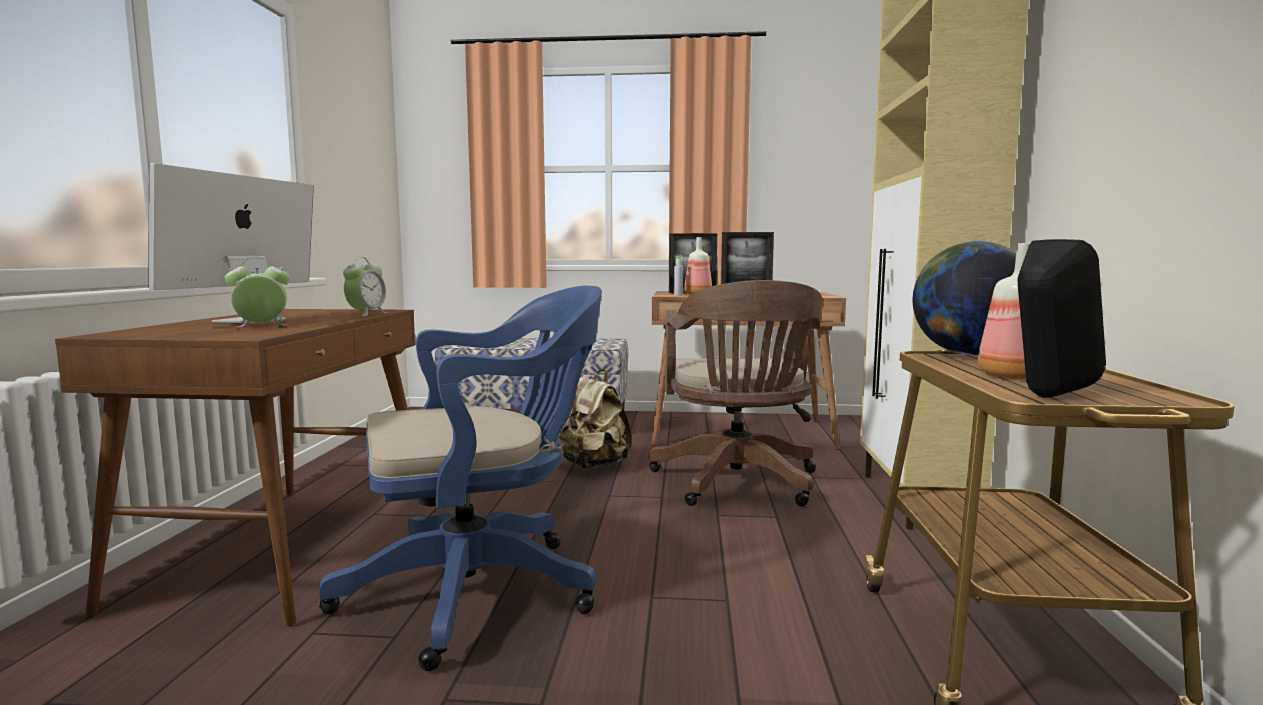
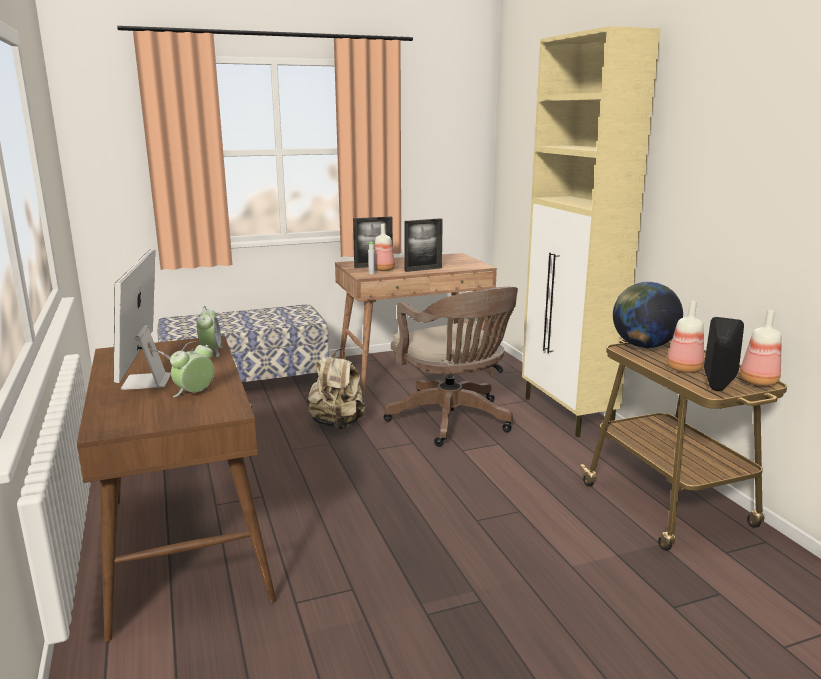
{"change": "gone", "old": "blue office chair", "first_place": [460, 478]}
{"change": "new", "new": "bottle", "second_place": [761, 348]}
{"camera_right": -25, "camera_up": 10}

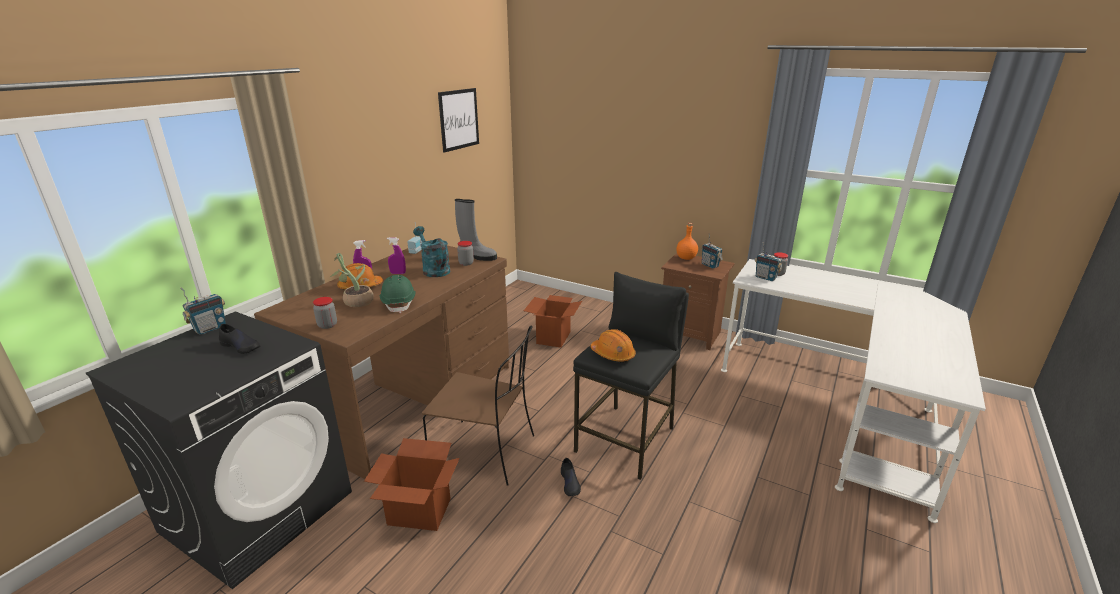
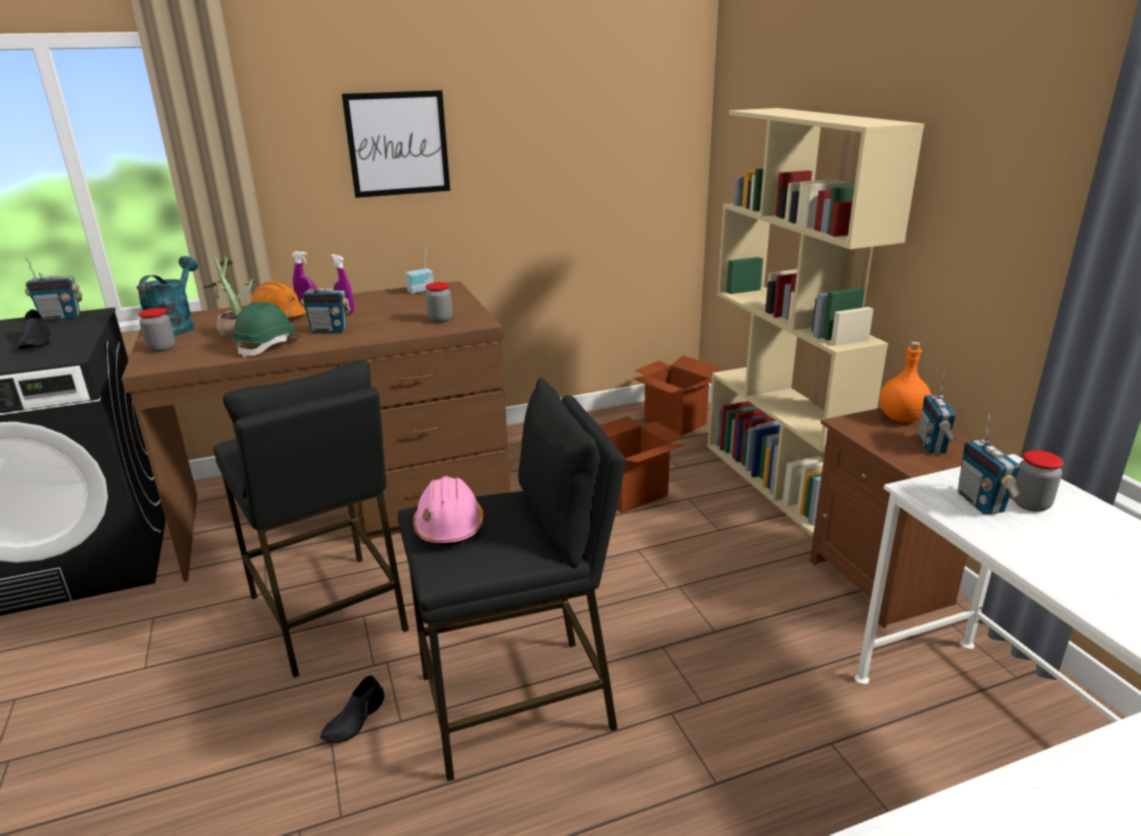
{"change": "gone", "old": "grey boot", "first_place": [476, 230]}
{"change": "new", "new": "radio", "second_place": [326, 301]}
{"change": "new", "new": "beige bookcase", "second_place": [816, 321]}
{"change": "shifted", "old": "cardboard box", "first_place": [412, 484], "second_place": [676, 396]}
{"change": "shifted", "old": "turquoise watering can", "first_place": [432, 251], "second_place": [167, 296]}
{"change": "shifted", "old": "picture", "first_place": [458, 120], "second_place": [396, 144]}
{"change": "swapped", "old": "brown chair", "new": "black stool", "first_place": [478, 405], "second_place": [311, 519]}
{"change": "repainted", "old": "orange hard hat", "new": "pink hard hat", "first_place": [613, 346], "second_place": [448, 511]}
{"camera_right": 40, "camera_up": 0}

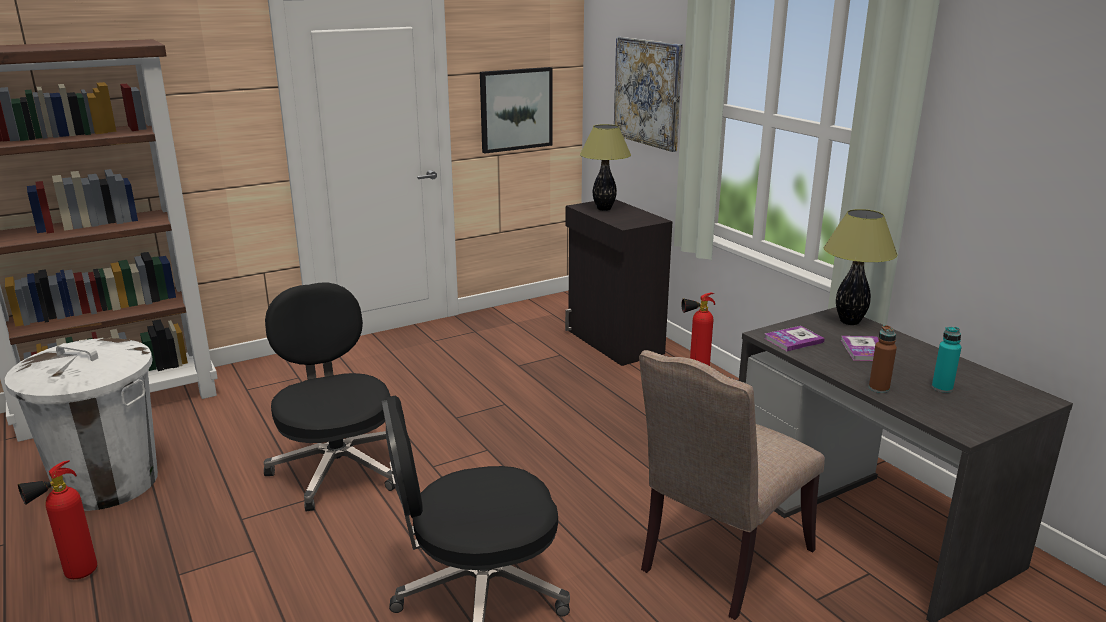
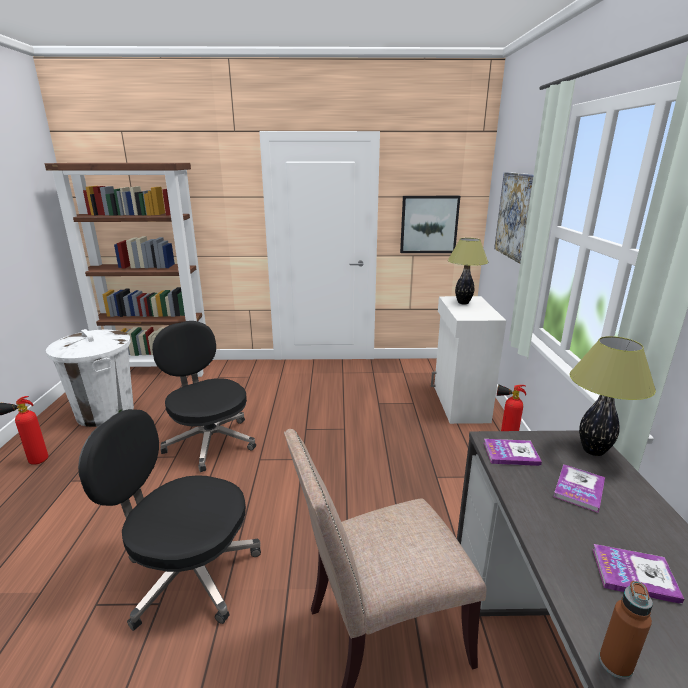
{"change": "shifted", "old": "brown bottle", "first_place": [883, 359], "second_place": [626, 630]}
{"change": "swapped", "old": "turquoise bottle", "new": "book", "first_place": [946, 360], "second_place": [638, 574]}
{"change": "repainted", "old": "black cabinet", "new": "white cabinet", "first_place": [619, 282], "second_place": [468, 360]}
{"change": "rotated", "old": "black office chair", "first_place": [329, 397], "second_place": [204, 396], "degrees": -45}
{"camera_right": 30, "camera_up": 0}

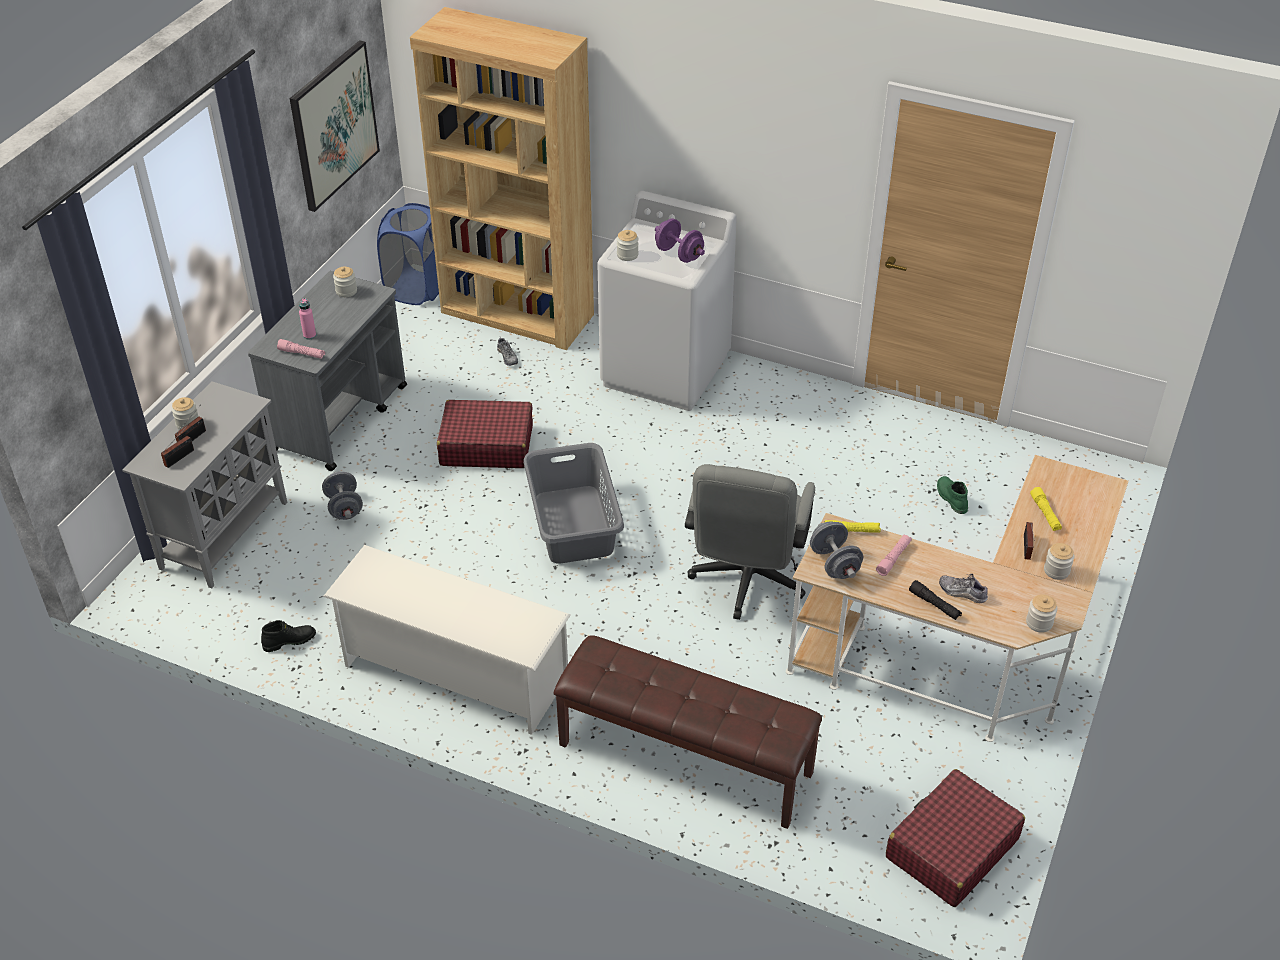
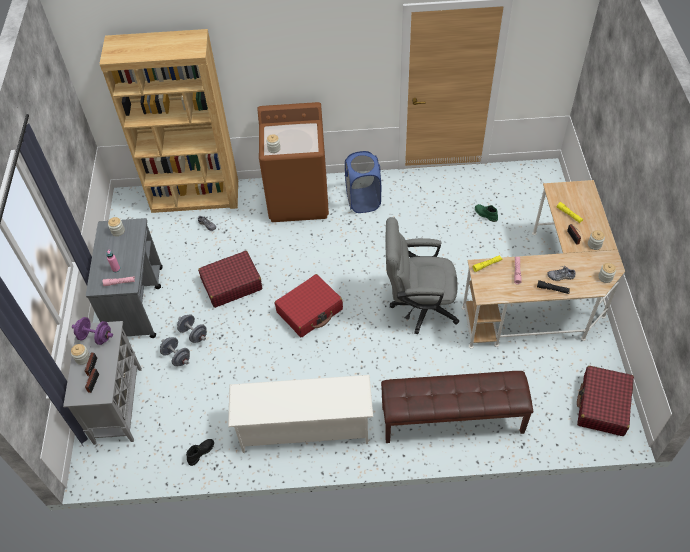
{"change": "gone", "old": "picture", "first_place": [335, 126]}
{"change": "shifted", "old": "blue laundry basket", "first_place": [408, 254], "second_place": [363, 182]}
{"change": "shifted", "old": "purple dumbbell", "first_place": [680, 240], "second_place": [92, 331]}
{"change": "shifted", "old": "grey dumbbell", "first_place": [836, 550], "second_place": [192, 328]}
{"change": "swapped", "old": "grey laundry basket", "new": "red suitcase", "first_place": [573, 503], "second_place": [309, 305]}
{"change": "repainted", "old": "white washing machine", "new": "brown washing machine", "first_place": [667, 301], "second_place": [293, 162]}
{"change": "rotated", "old": "grey office chair", "first_place": [750, 542], "second_place": [422, 275], "degrees": 105}
{"camera_right": -25, "camera_up": 10}

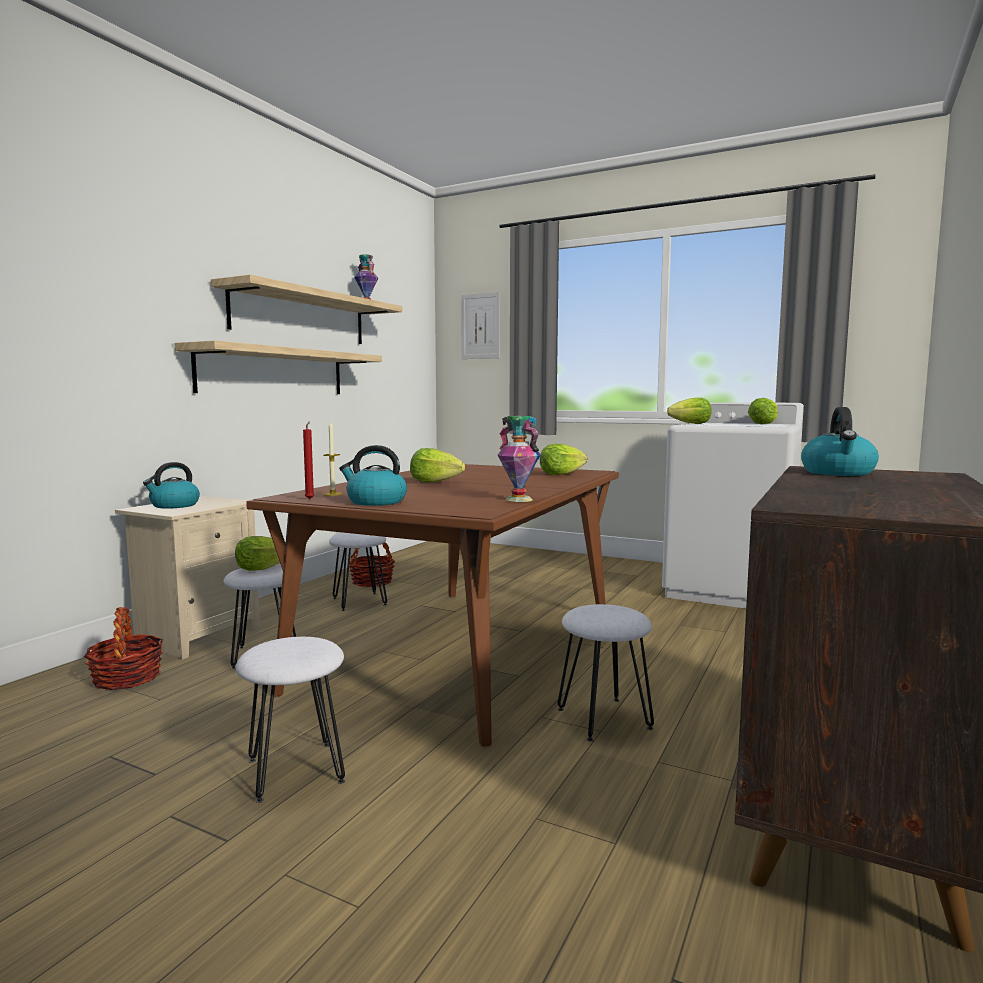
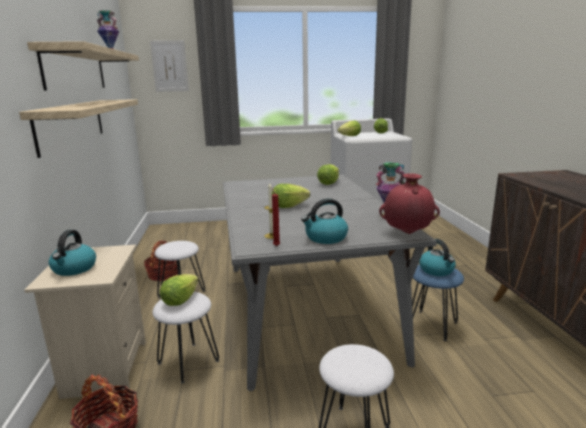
{"change": "new", "new": "red vase", "second_place": [409, 203]}
{"change": "shifted", "old": "kettle", "first_place": [840, 441], "second_place": [437, 257]}
{"change": "repainted", "old": "brown dining table", "new": "grey dining table", "first_place": [432, 605], "second_place": [330, 283]}
{"change": "repainted", "old": "white stool", "new": "blue stool", "first_place": [606, 672], "second_place": [438, 302]}
{"camera_right": -35, "camera_up": 10}

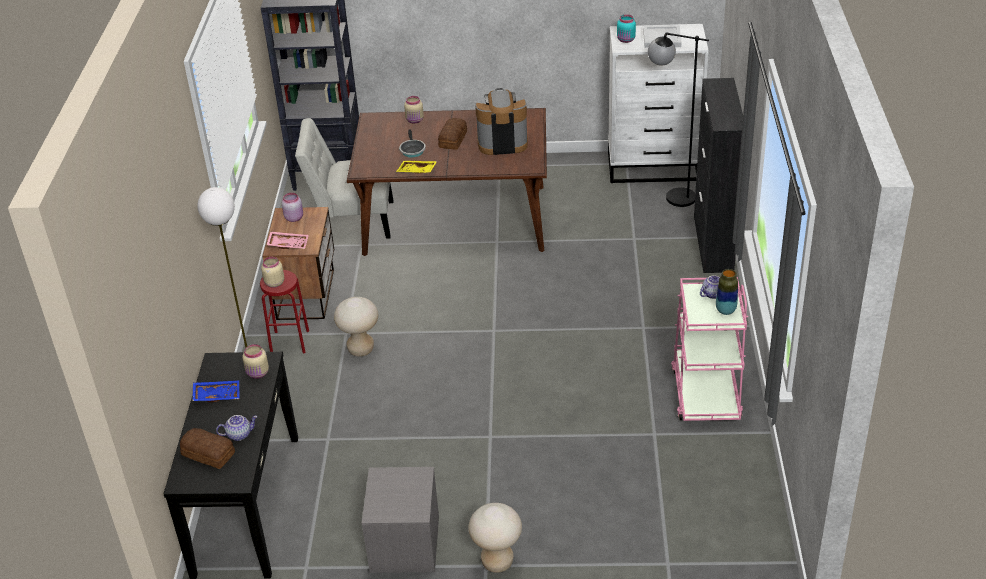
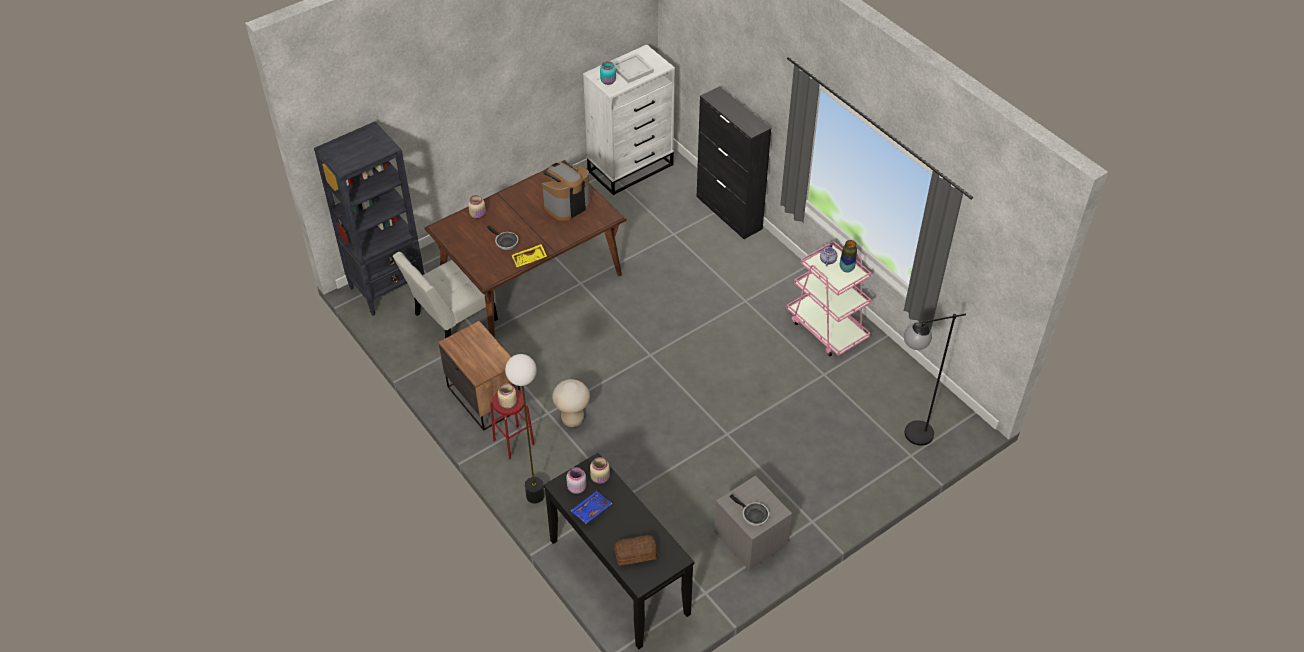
{"change": "gone", "old": "teapot", "first_place": [236, 428]}
{"change": "gone", "old": "pink tray", "first_place": [287, 240]}
{"change": "gone", "old": "bread", "first_place": [452, 134]}
{"change": "gone", "old": "beige stool", "first_place": [495, 538]}
{"change": "new", "new": "frying pan", "second_place": [749, 510]}
{"change": "shifted", "old": "pink jar", "first_place": [292, 207], "second_place": [576, 480]}
{"change": "shifted", "old": "black floor lamp", "first_place": [678, 120], "second_place": [935, 380]}
{"camera_right": -40, "camera_up": 10}

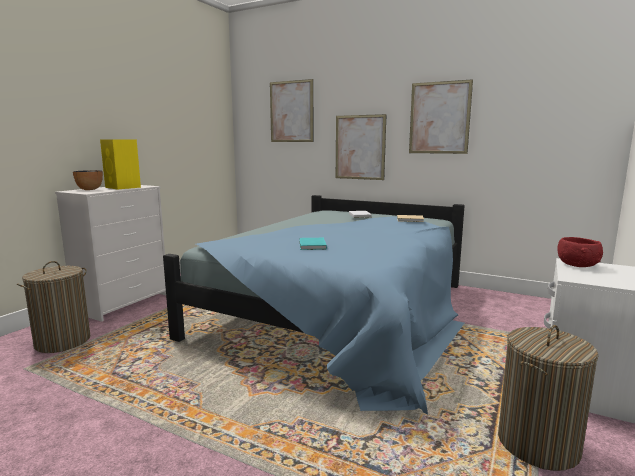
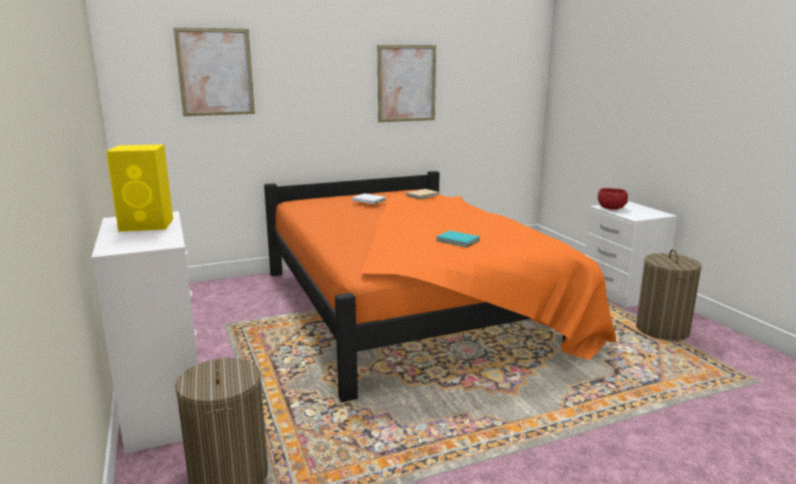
{"change": "gone", "old": "bowl", "first_place": [88, 180]}
{"change": "gone", "old": "picture", "first_place": [361, 147]}
{"change": "repainted", "old": "blue bed", "new": "orange bed", "first_place": [314, 305], "second_place": [440, 286]}
{"camera_right": -50, "camera_up": 5}

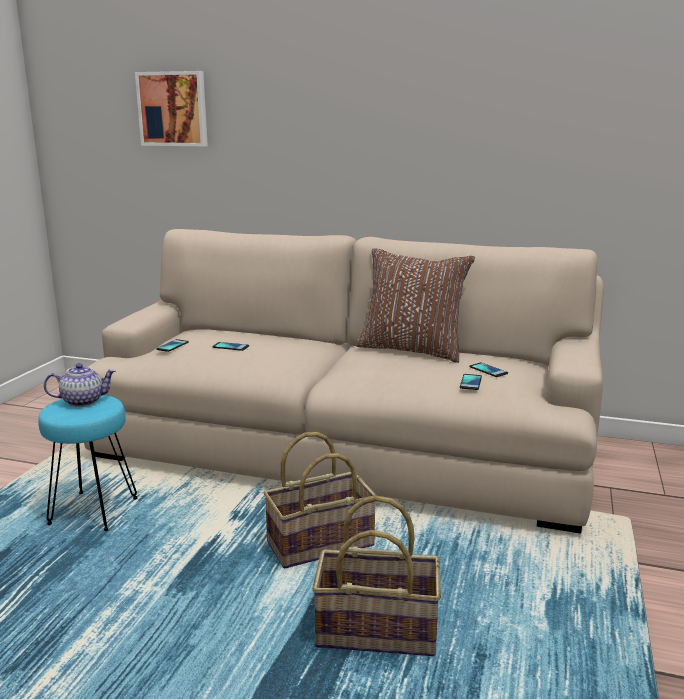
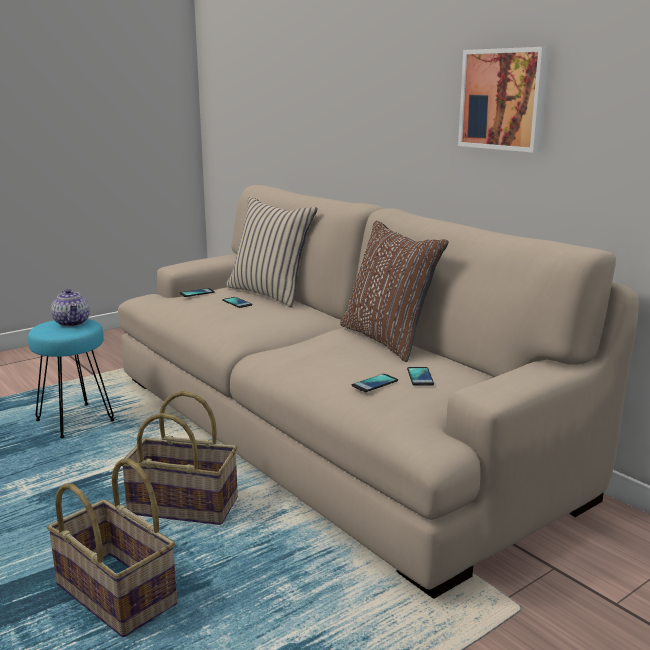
{"change": "new", "new": "beige pillow", "second_place": [271, 252]}
{"change": "shifted", "old": "picture", "first_place": [171, 108], "second_place": [504, 100]}
{"change": "rotated", "old": "teapot", "first_place": [80, 385], "second_place": [70, 308], "degrees": 45}
{"camera_right": 35, "camera_up": 0}

